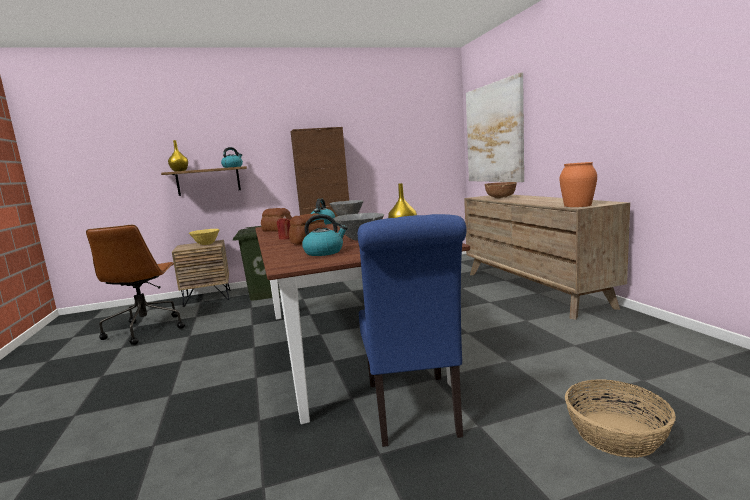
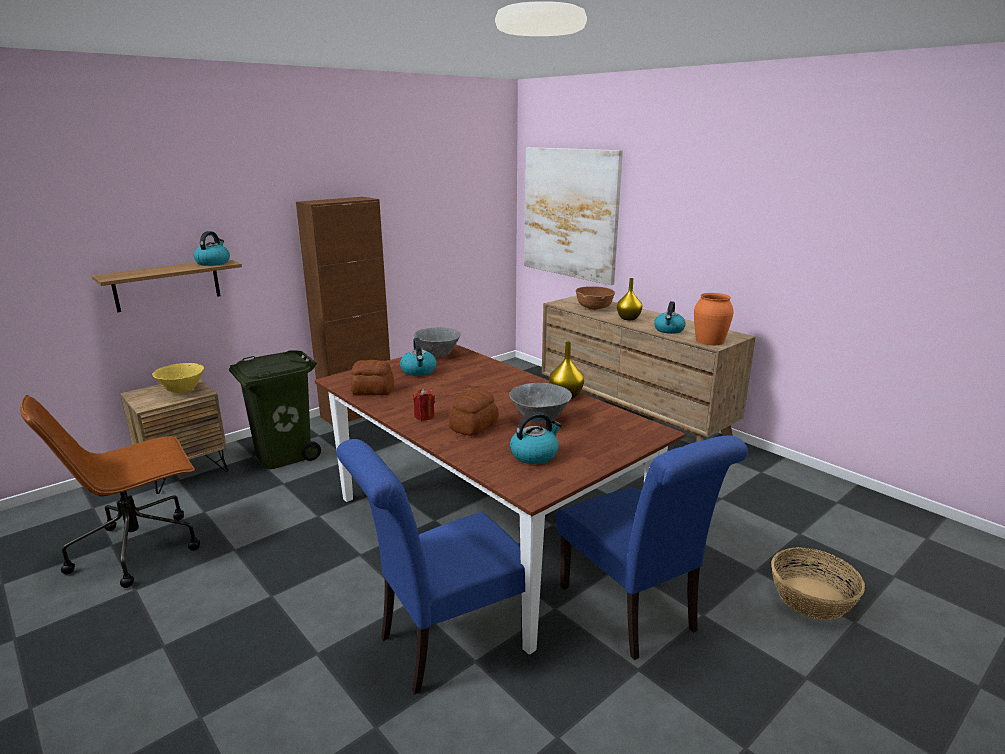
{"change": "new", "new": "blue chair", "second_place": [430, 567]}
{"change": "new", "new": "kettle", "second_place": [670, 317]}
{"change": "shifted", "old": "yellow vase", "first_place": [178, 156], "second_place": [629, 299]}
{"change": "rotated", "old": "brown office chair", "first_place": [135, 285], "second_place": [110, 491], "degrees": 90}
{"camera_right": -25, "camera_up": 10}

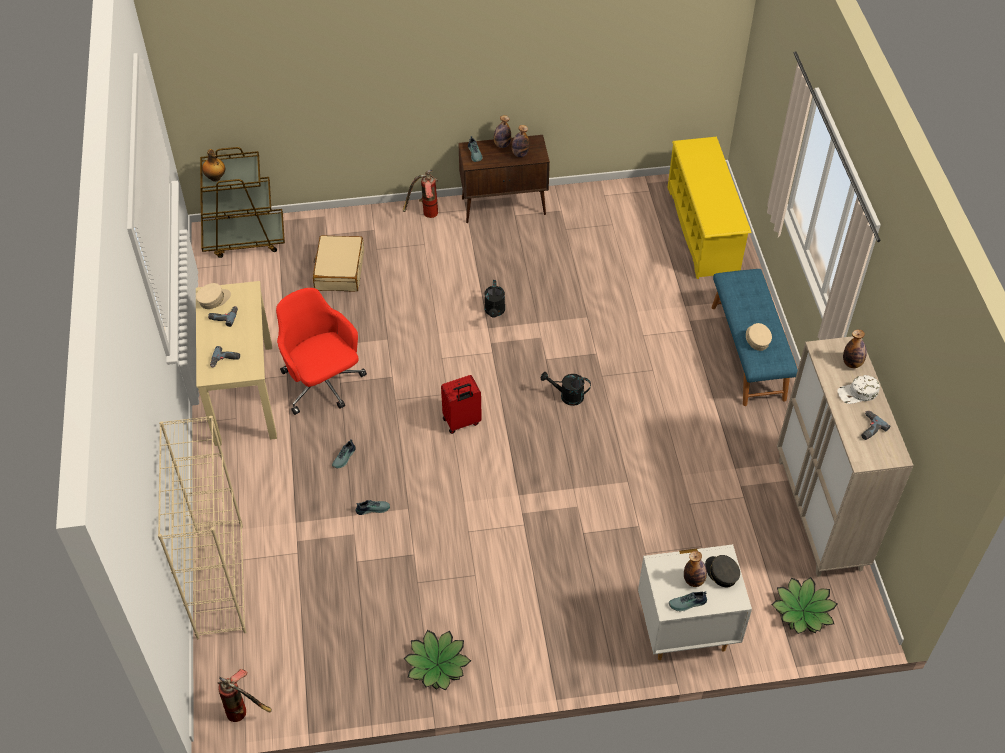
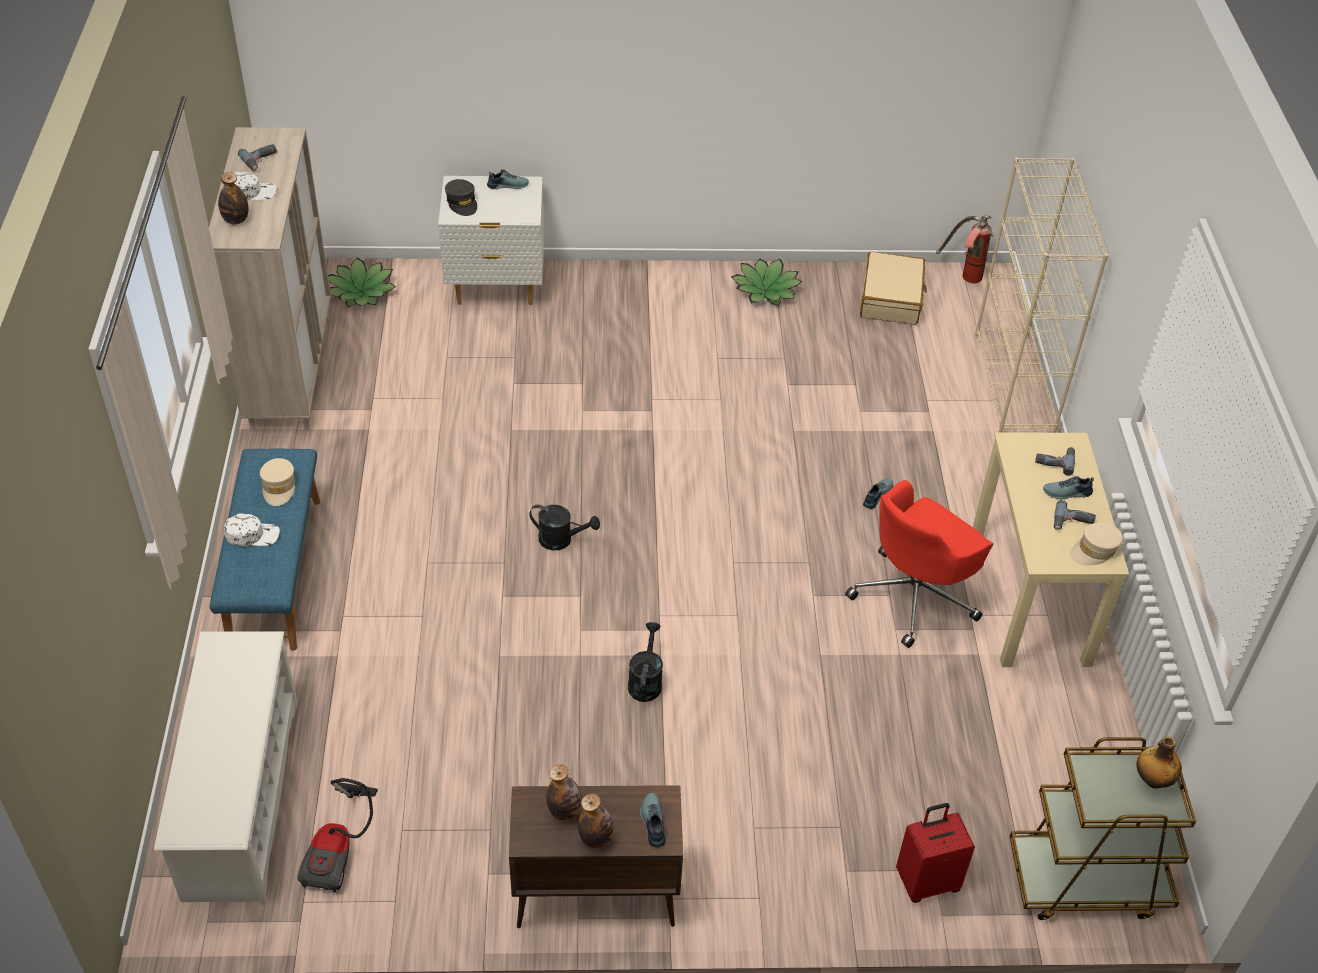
{"change": "gone", "old": "fire extinguisher", "first_place": [420, 194]}
{"change": "gone", "old": "bottle", "first_place": [695, 569]}
{"change": "new", "new": "white cap", "second_place": [252, 530]}
{"change": "new", "new": "vacuum cleaner", "second_place": [337, 835]}
{"change": "shifted", "old": "beige suitcase", "first_place": [338, 264], "second_place": [893, 288]}
{"change": "shifted", "old": "shoe", "first_place": [373, 507], "second_place": [1068, 487]}
{"change": "shifted", "old": "red suitcase", "first_place": [461, 404], "second_place": [935, 853]}
{"change": "repainted", "old": "yellow shoe rack", "new": "white shoe rack", "first_place": [709, 208], "second_place": [225, 768]}
{"change": "rotated", "old": "red office chair", "first_place": [321, 351], "second_place": [919, 564], "degrees": 75}
{"camera_right": -175, "camera_up": -5}

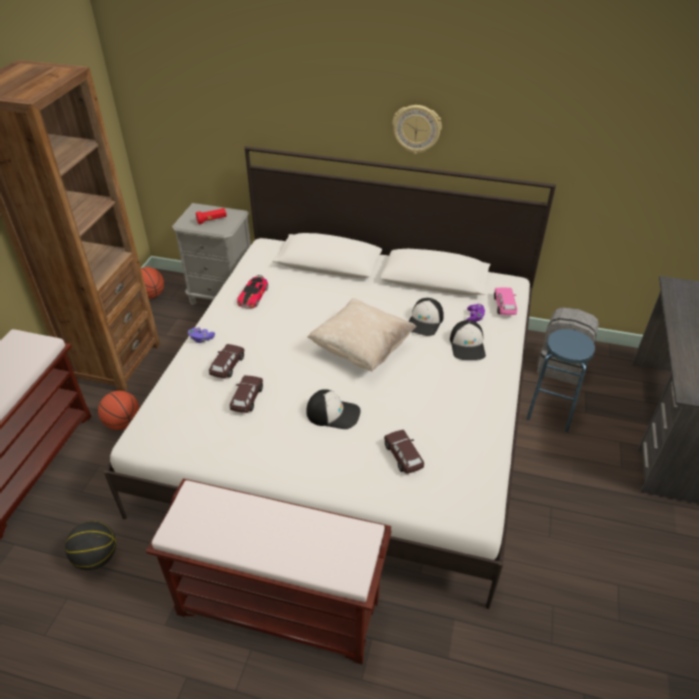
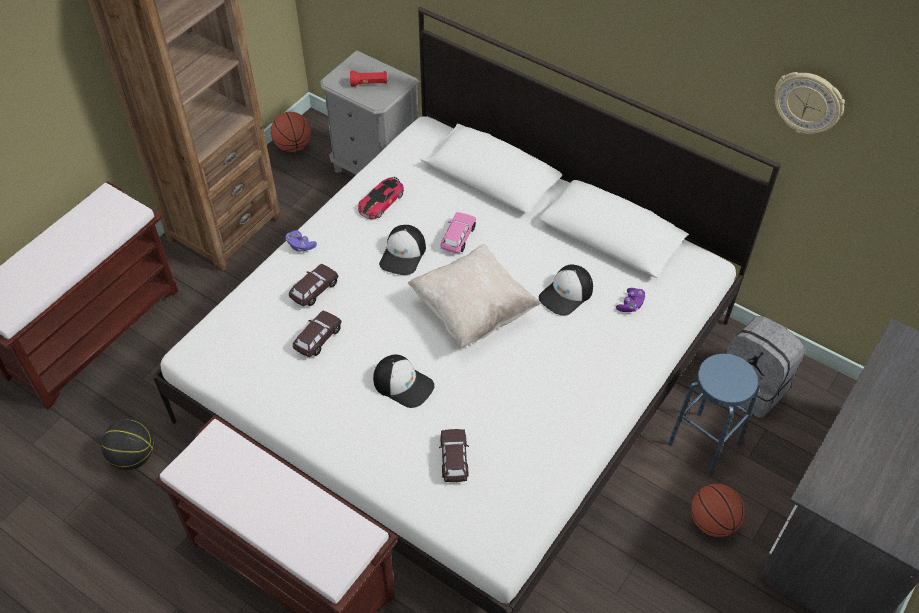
{"change": "shifted", "old": "basketball", "first_place": [118, 410], "second_place": [718, 510]}
{"change": "shifted", "old": "wall clock", "first_place": [417, 129], "second_place": [809, 103]}
{"change": "shifted", "old": "cap", "first_place": [468, 340], "second_place": [402, 250]}
{"change": "shifted", "old": "pink toy car", "first_place": [505, 301], "second_place": [458, 232]}
{"camera_right": 20, "camera_up": 10}

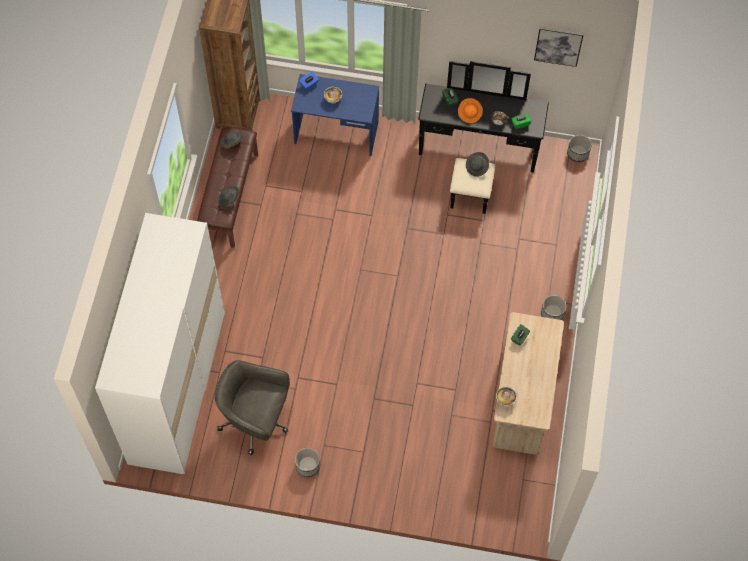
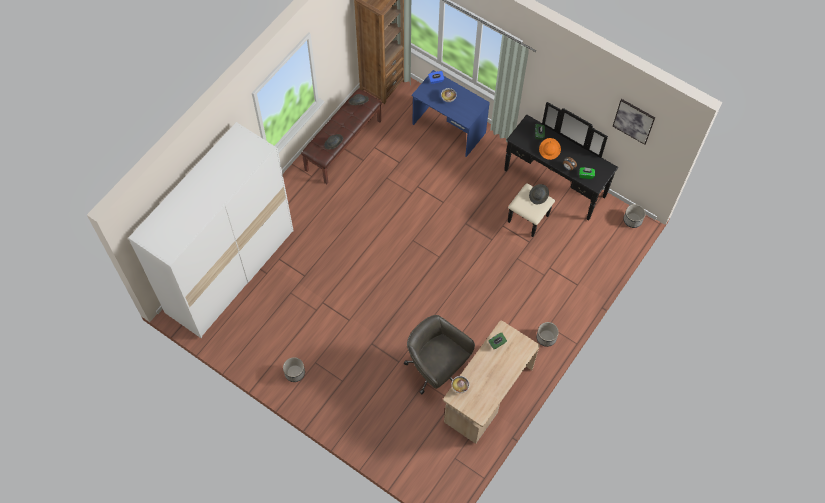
{"change": "shifted", "old": "grey office chair", "first_place": [252, 407], "second_place": [439, 354]}
{"camera_right": 25, "camera_up": 0}

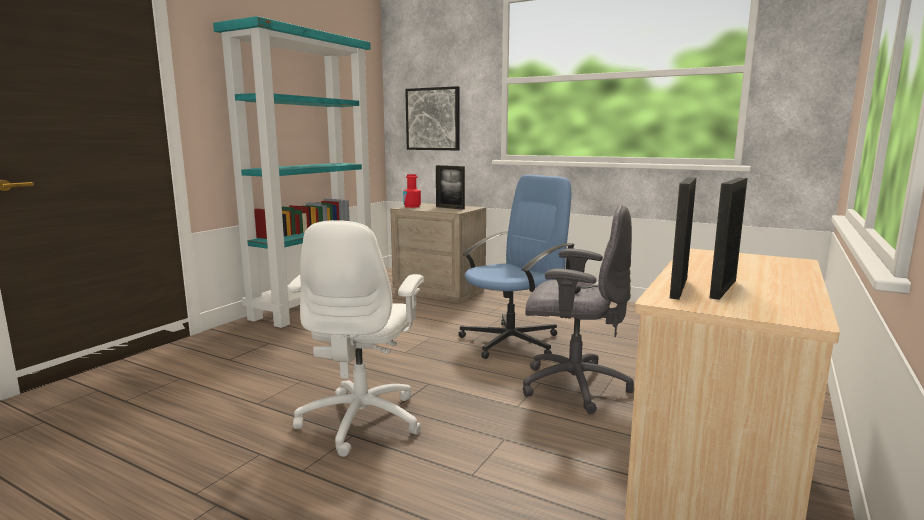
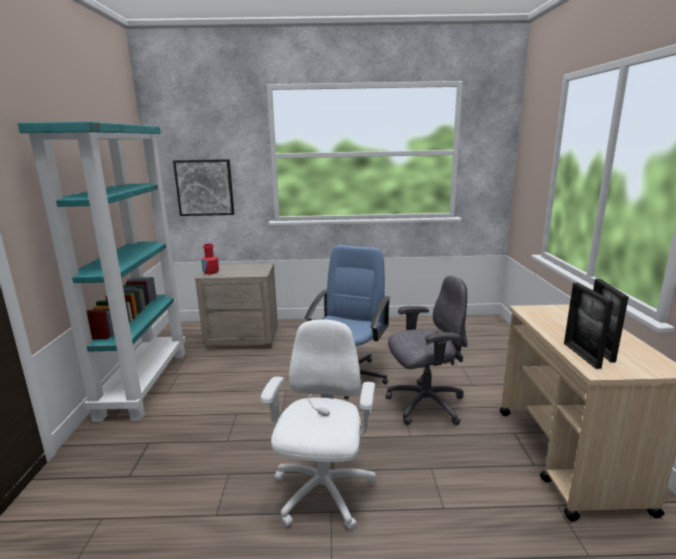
{"change": "gone", "old": "picture frame", "first_place": [450, 187]}
{"change": "rotated", "old": "white office chair", "first_place": [356, 338], "second_place": [318, 424], "degrees": -150}
{"camera_right": -30, "camera_up": 5}

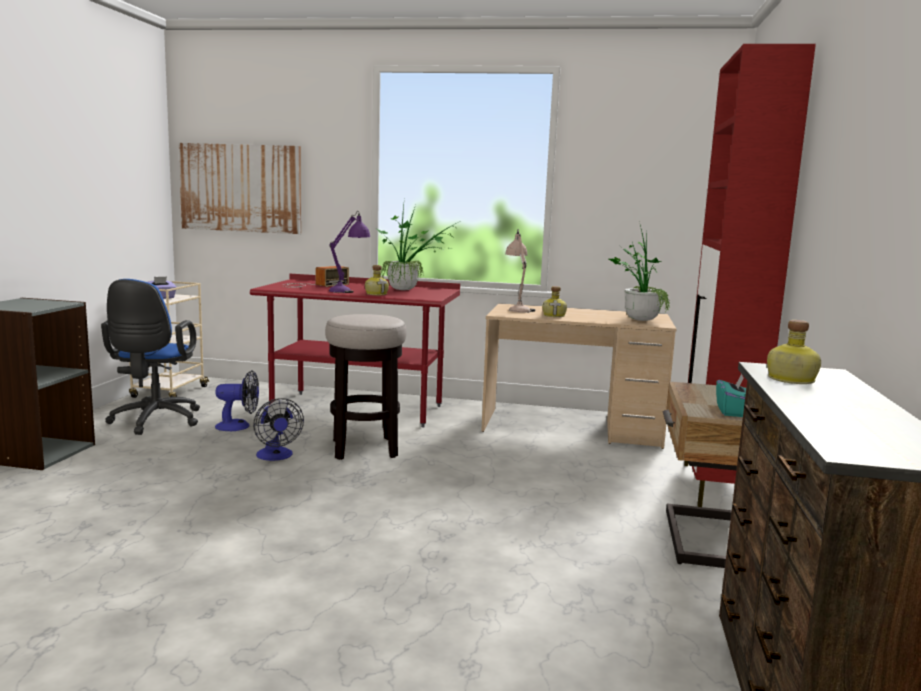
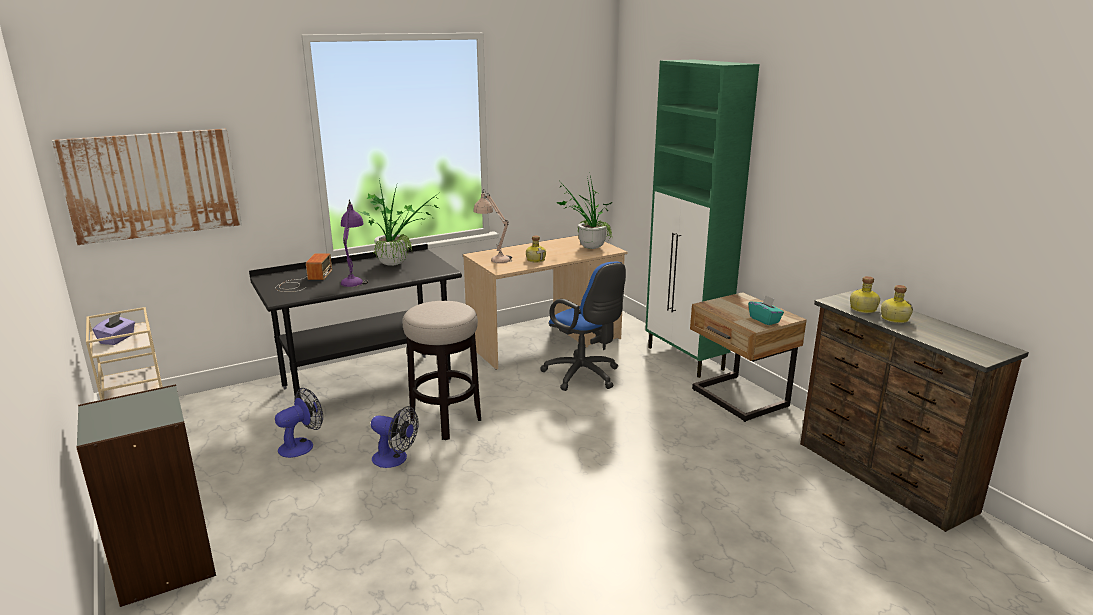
{"change": "shifted", "old": "blue office chair", "first_place": [150, 357], "second_place": [583, 326]}
{"change": "shifted", "old": "bottle", "first_place": [377, 280], "second_place": [897, 304]}
{"change": "repainted", "old": "red desk", "new": "black desk", "first_place": [355, 350], "second_place": [355, 321]}
{"change": "repainted", "old": "red cabinet", "new": "green cabinet", "first_place": [750, 275], "second_place": [702, 218]}
{"camera_right": -40, "camera_up": 10}

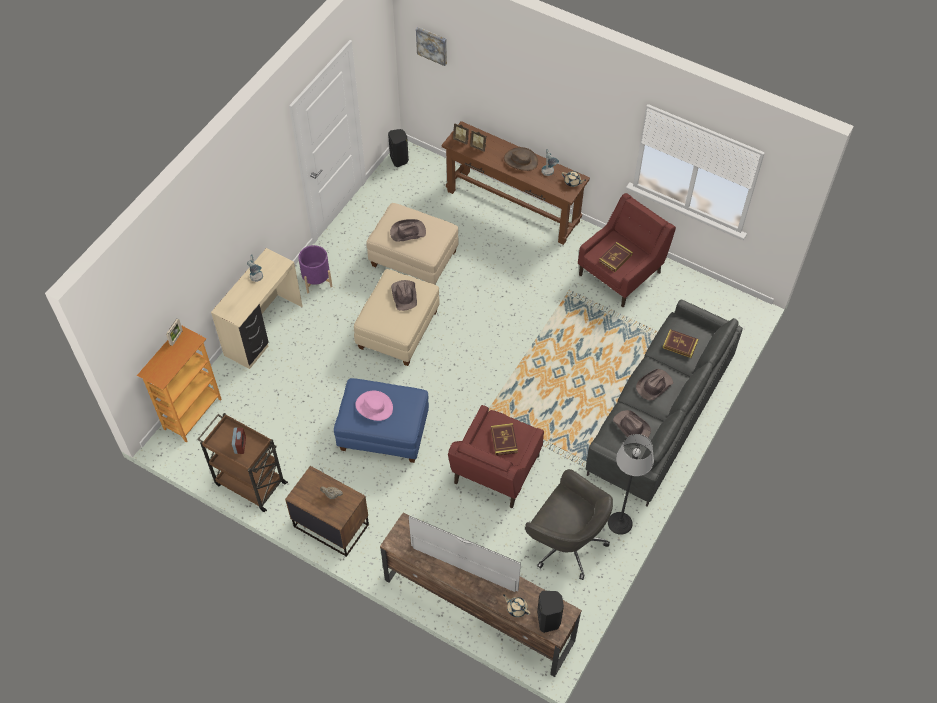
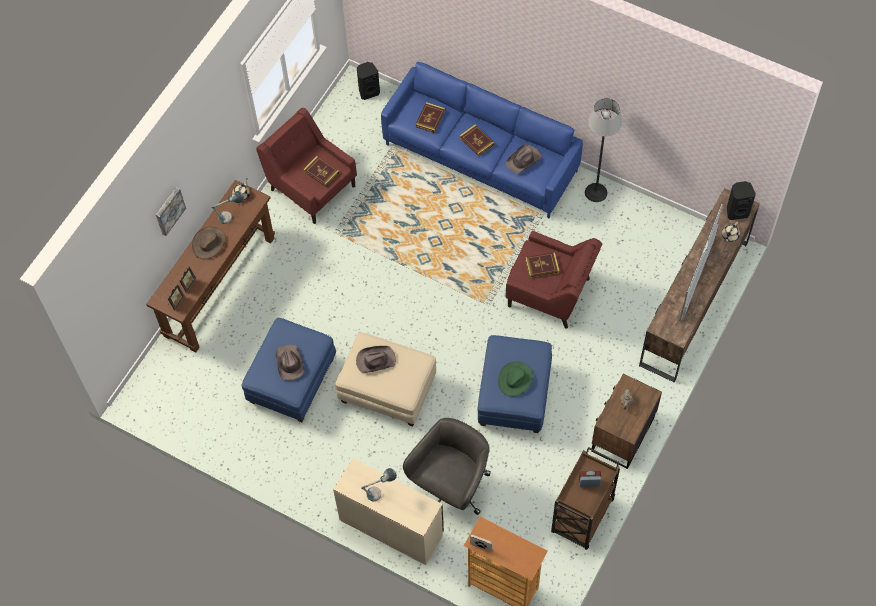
{"change": "gone", "old": "purple planter", "first_place": [315, 269]}
{"change": "shifted", "old": "black speaker", "first_place": [398, 148], "second_place": [368, 81]}
{"change": "shifted", "old": "picture", "first_place": [431, 46], "second_place": [171, 211]}
{"change": "shifted", "old": "grey office chair", "first_place": [569, 524], "second_place": [447, 466]}
{"change": "swapped", "old": "brown hat", "new": "book", "first_place": [654, 385], "second_place": [476, 141]}
{"change": "repainted", "old": "pink hat", "new": "green hat", "first_place": [374, 406], "second_place": [515, 379]}
{"change": "repainted", "old": "beige ottoman", "new": "blue ottoman", "first_place": [412, 244], "second_place": [289, 370]}
{"change": "repainted", "old": "grey sofa", "new": "blue sofa", "first_place": [664, 403], "second_place": [482, 140]}
{"camera_right": -90, "camera_up": 5}

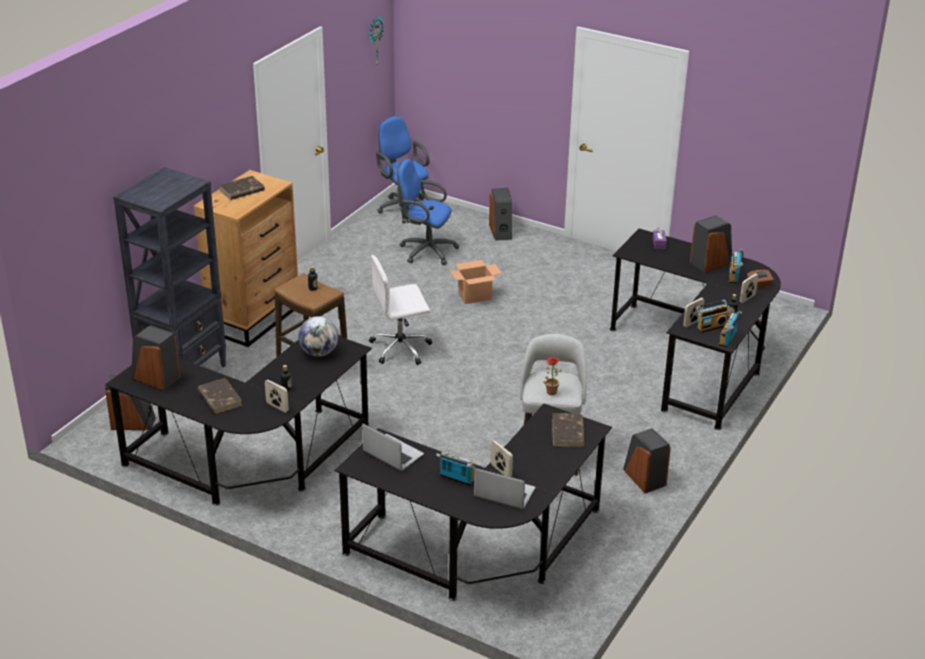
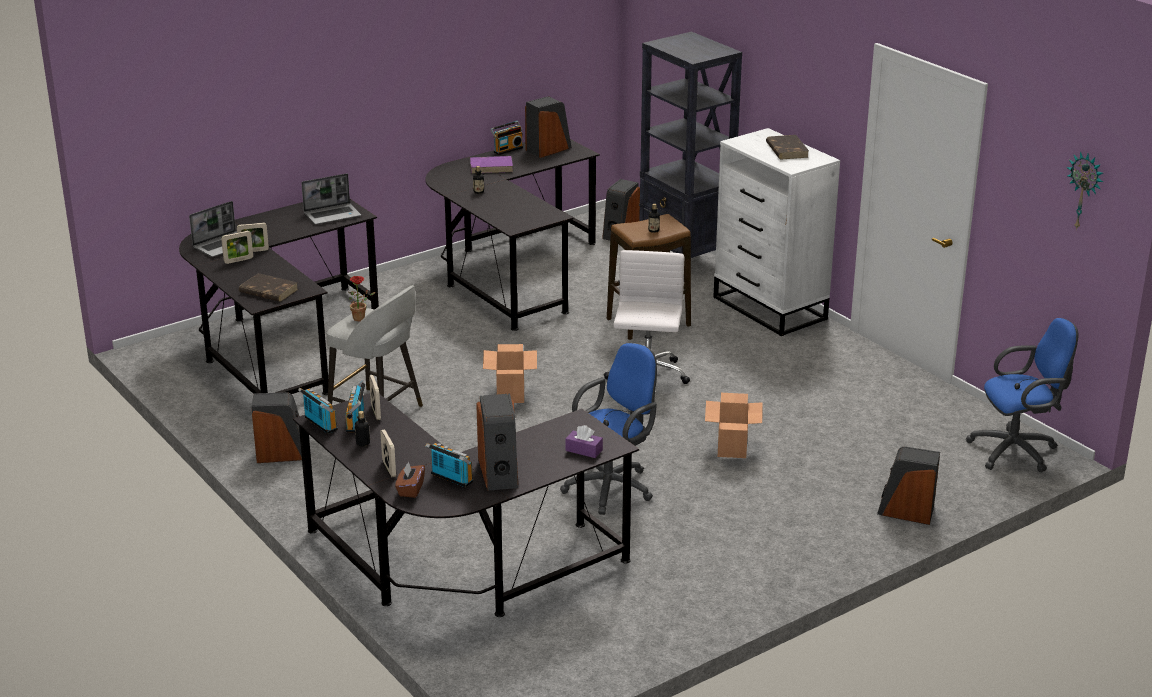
{"change": "gone", "old": "globe", "first_place": [318, 336]}
{"change": "new", "new": "cardboard box", "second_place": [510, 373]}
{"change": "shifted", "old": "picture frame", "first_place": [277, 396], "second_place": [237, 247]}
{"change": "shifted", "old": "blue office chair", "first_place": [428, 212], "second_place": [608, 429]}
{"change": "shifted", "old": "radio", "first_place": [455, 469], "second_place": [506, 138]}
{"change": "repainted", "old": "brown dresser", "new": "white dresser", "first_place": [246, 258], "second_place": [776, 232]}
{"change": "repainted", "old": "brown book", "new": "purple book", "first_place": [220, 396], "second_place": [491, 165]}
{"camera_right": 115, "camera_up": -5}

